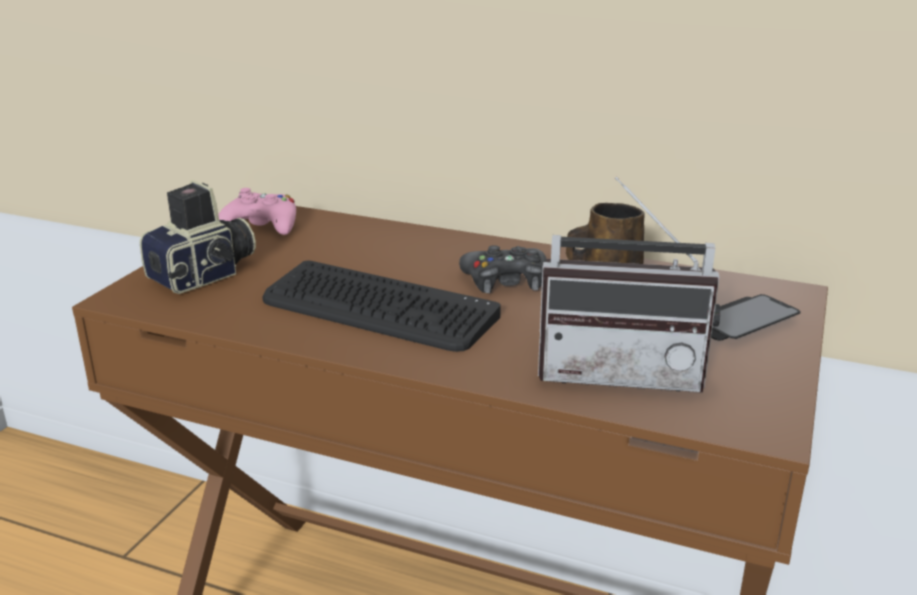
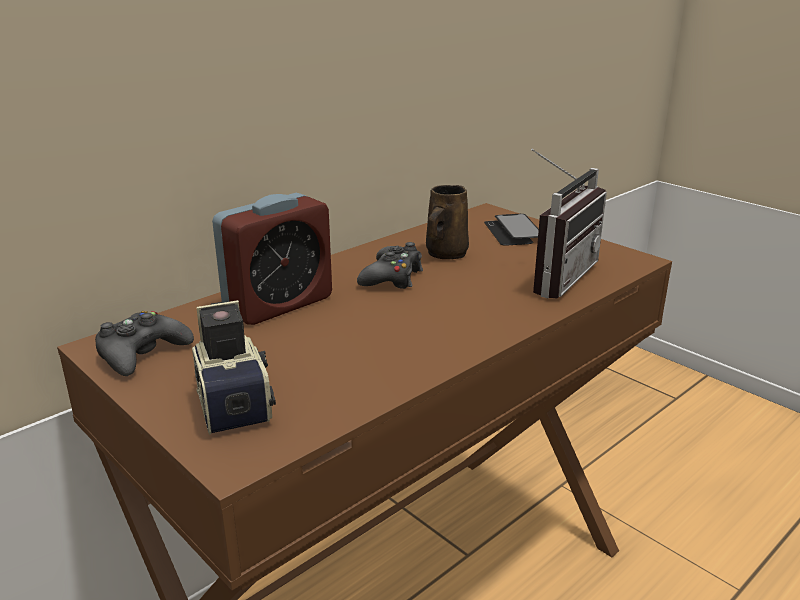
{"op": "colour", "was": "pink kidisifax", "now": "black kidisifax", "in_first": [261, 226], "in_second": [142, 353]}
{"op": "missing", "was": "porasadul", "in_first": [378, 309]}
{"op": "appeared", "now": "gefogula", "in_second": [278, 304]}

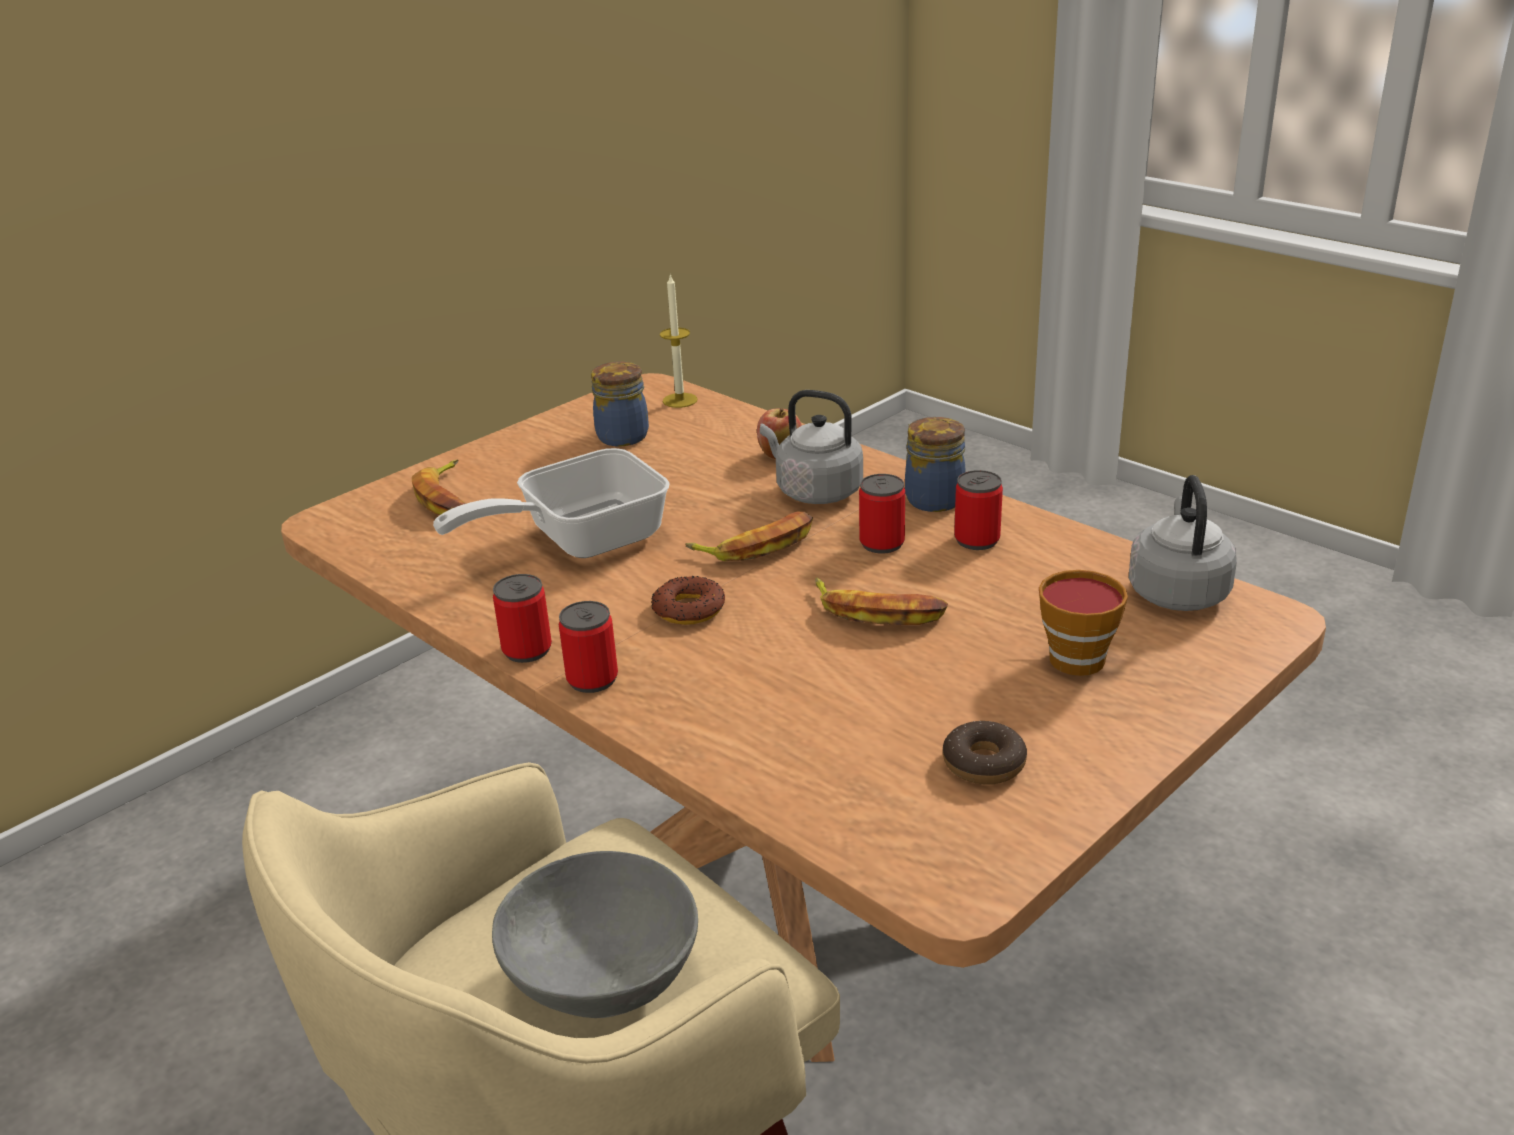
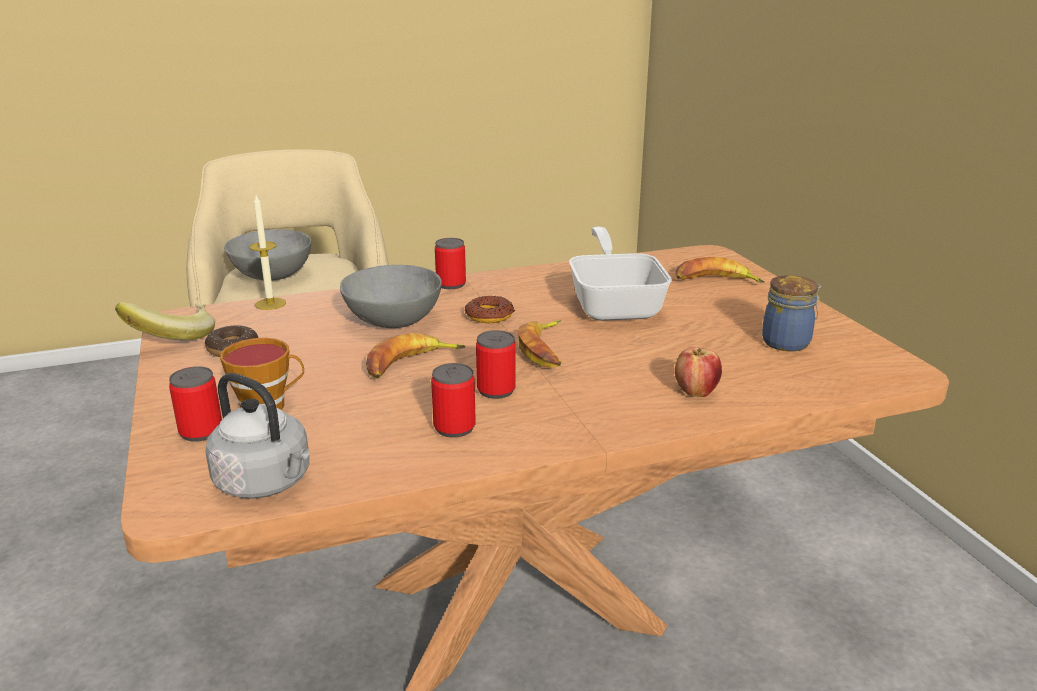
{"op": "relocated", "was": "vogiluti", "in_first": [680, 400], "in_second": [270, 304]}
{"op": "missing", "was": "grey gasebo", "in_first": [814, 491]}
{"op": "missing", "was": "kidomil", "in_first": [932, 499]}
{"op": "relocated", "was": "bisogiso", "in_first": [527, 650], "in_second": [201, 431]}
{"op": "appeared", "now": "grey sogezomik", "in_second": [393, 321]}
{"op": "appeared", "now": "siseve", "in_second": [173, 337]}

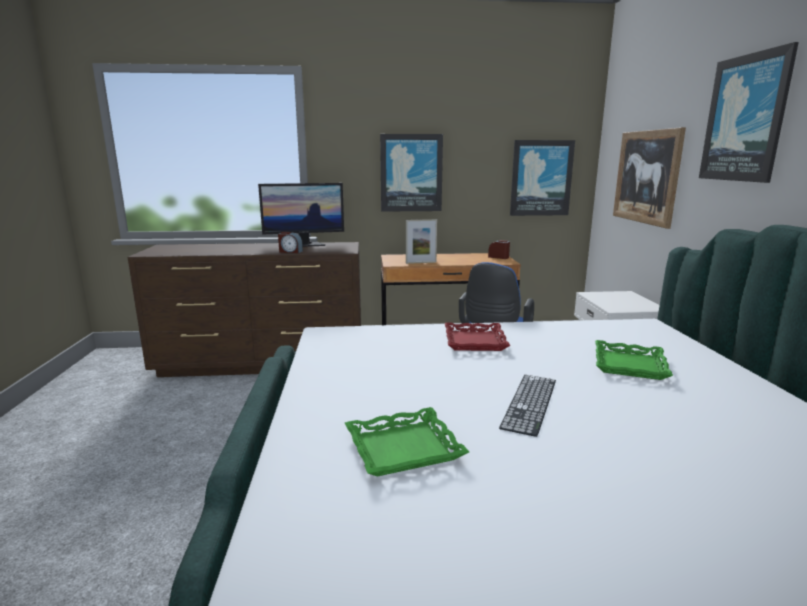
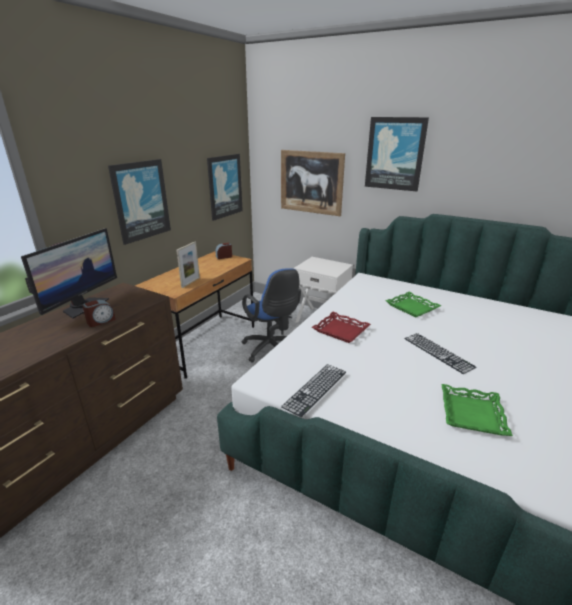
{"op": "appeared", "now": "porasadul", "in_second": [315, 388]}

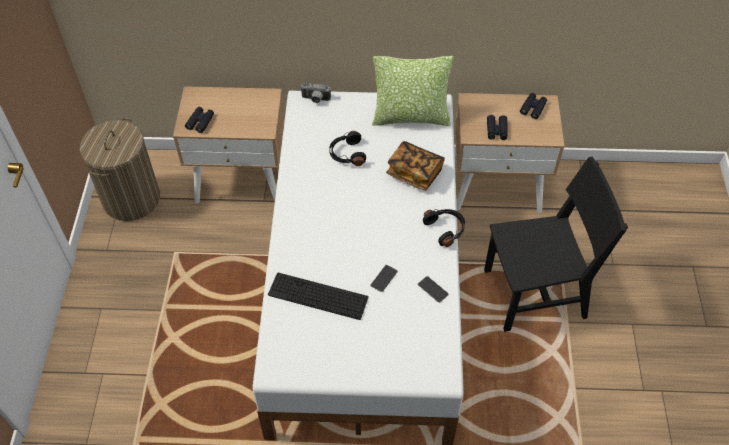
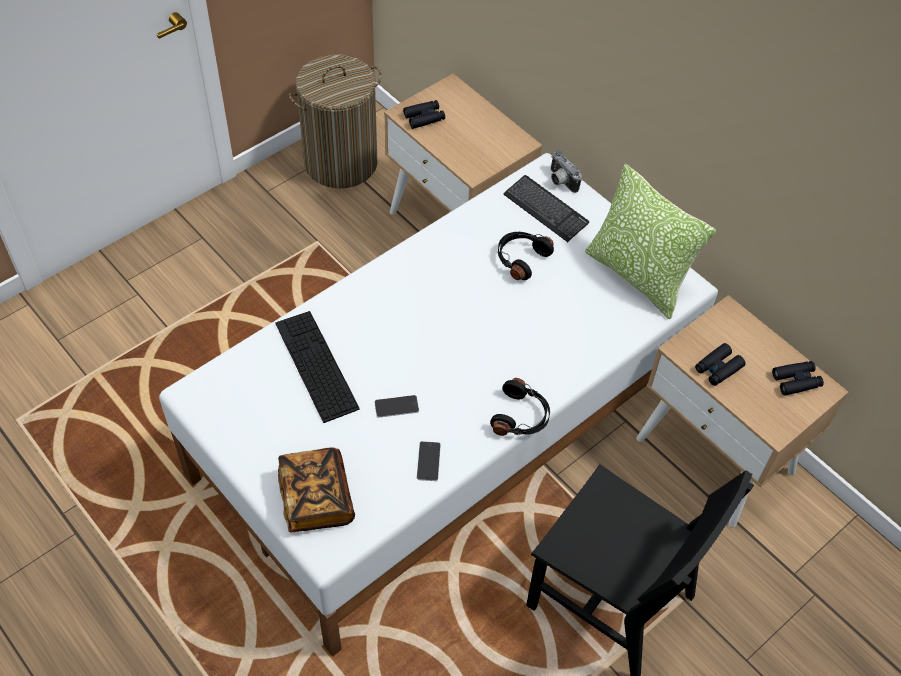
{"op": "relocated", "was": "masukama", "in_first": [414, 173], "in_second": [316, 499]}
{"op": "appeared", "now": "porasadul", "in_second": [545, 210]}

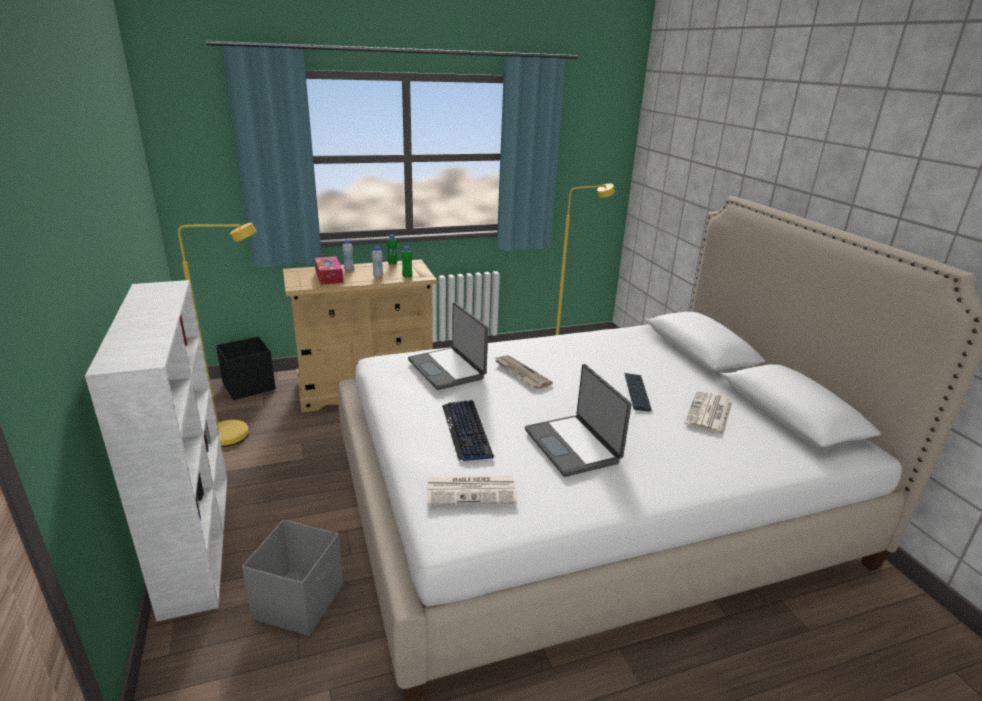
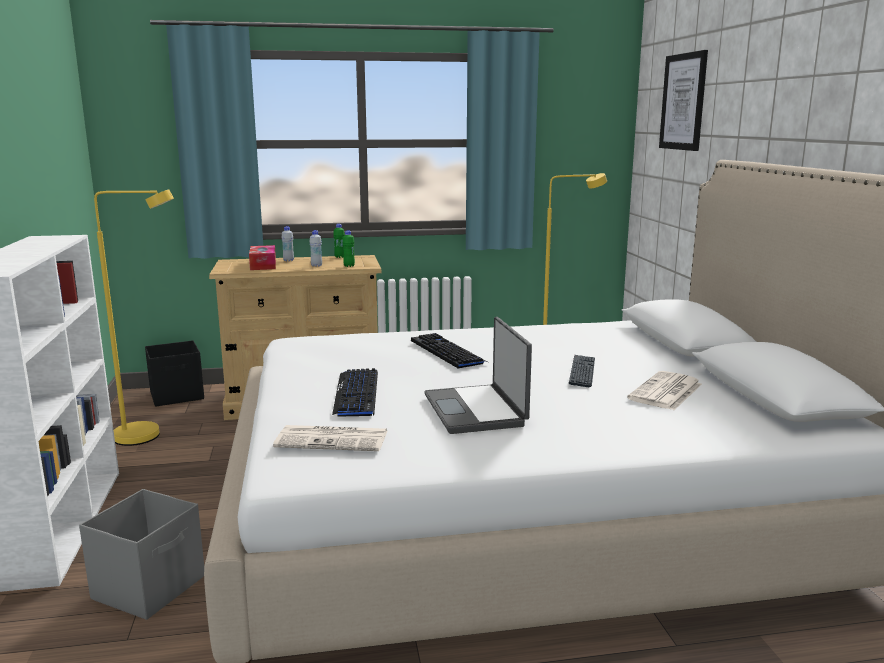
{"op": "missing", "was": "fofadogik", "in_first": [447, 369]}
{"op": "exchanged", "was": "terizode", "now": "porasadul", "in_first": [520, 373], "in_second": [447, 352]}
{"op": "appeared", "now": "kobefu", "in_second": [683, 102]}

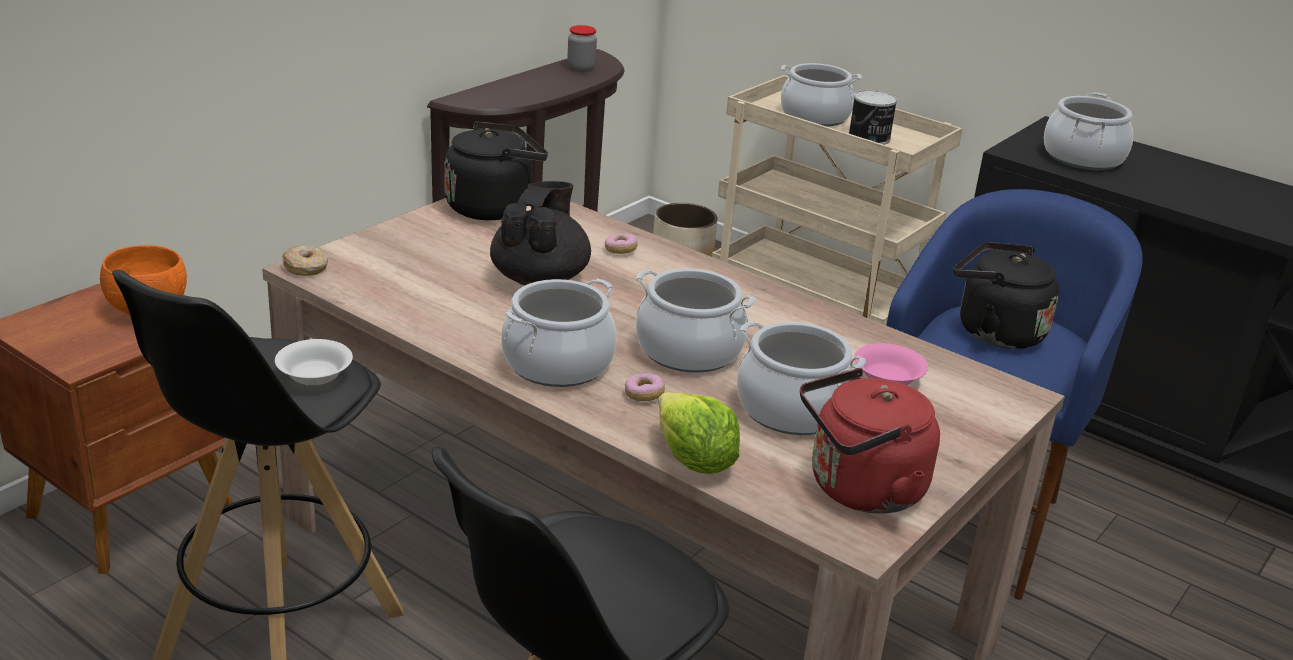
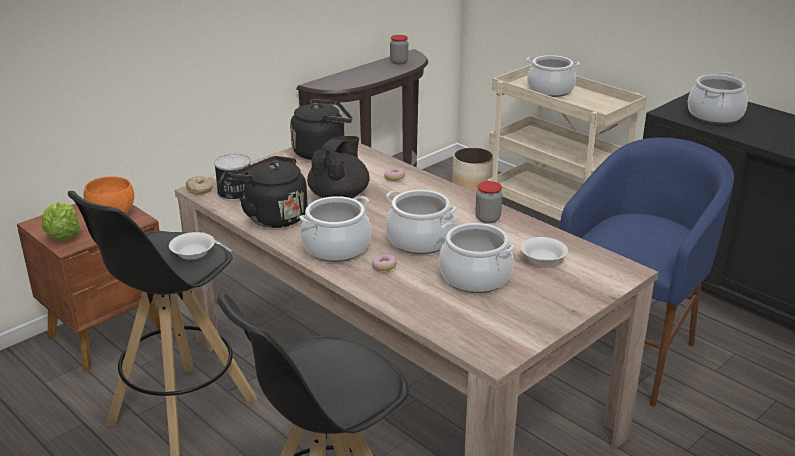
{"op": "relocated", "was": "bisogiso", "in_first": [869, 138], "in_second": [235, 193]}
{"op": "relocated", "was": "black gasebo", "in_first": [994, 332], "in_second": [273, 216]}
{"op": "colour", "was": "pink sogezomik", "now": "white sogezomik", "in_first": [887, 379], "in_second": [542, 259]}
{"op": "missing", "was": "red gasebo", "in_first": [860, 490]}
{"op": "relocated", "was": "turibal", "in_first": [693, 461], "in_second": [63, 235]}
{"op": "appeared", "now": "kidomil", "in_second": [488, 219]}

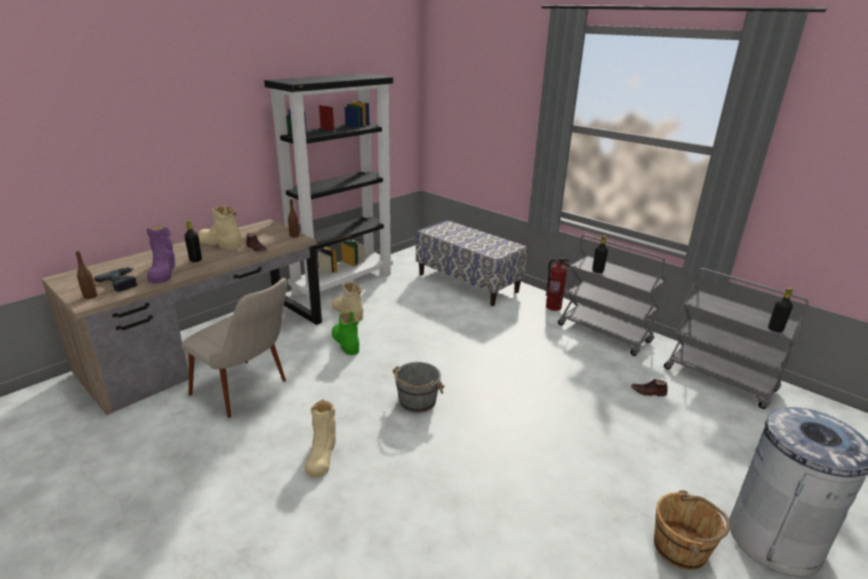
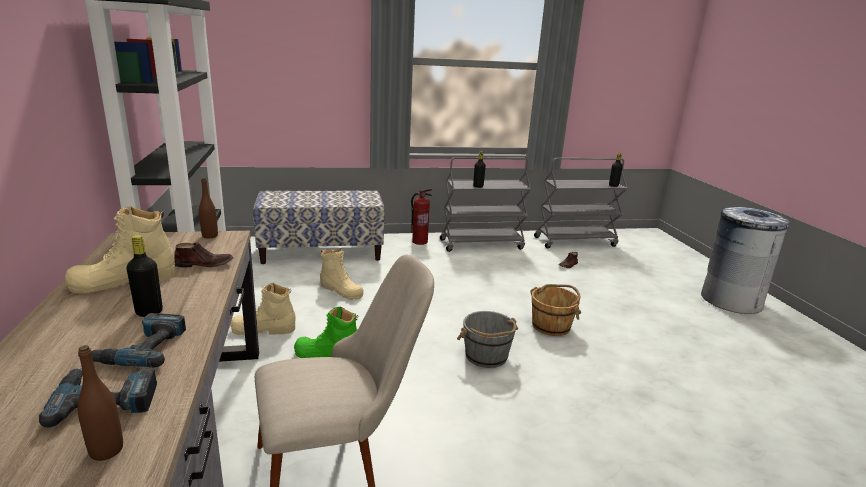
{"op": "exchanged", "was": "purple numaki", "now": "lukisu", "in_first": [163, 272], "in_second": [142, 348]}
{"op": "relocated", "was": "beige numaki", "in_first": [322, 454], "in_second": [341, 290]}
{"op": "relocated", "was": "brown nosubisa", "in_first": [681, 548], "in_second": [551, 326]}

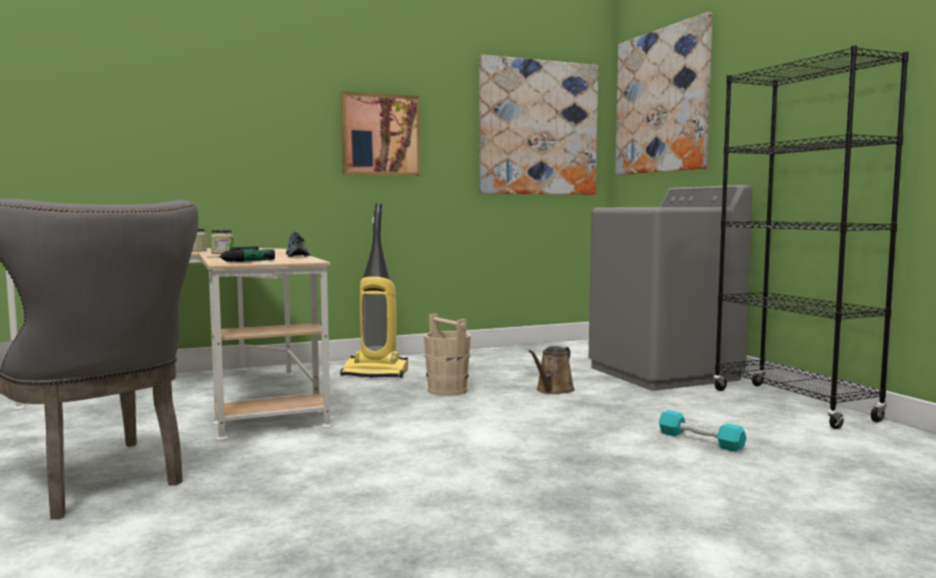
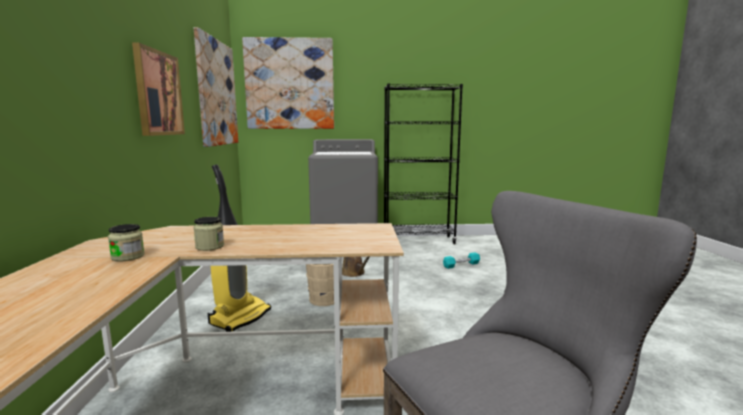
{"op": "missing", "was": "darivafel", "in_first": [297, 256]}
{"op": "missing", "was": "lukisu", "in_first": [235, 261]}

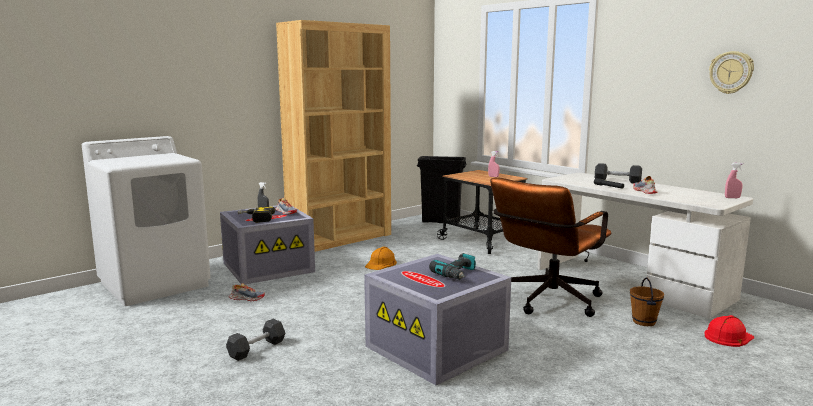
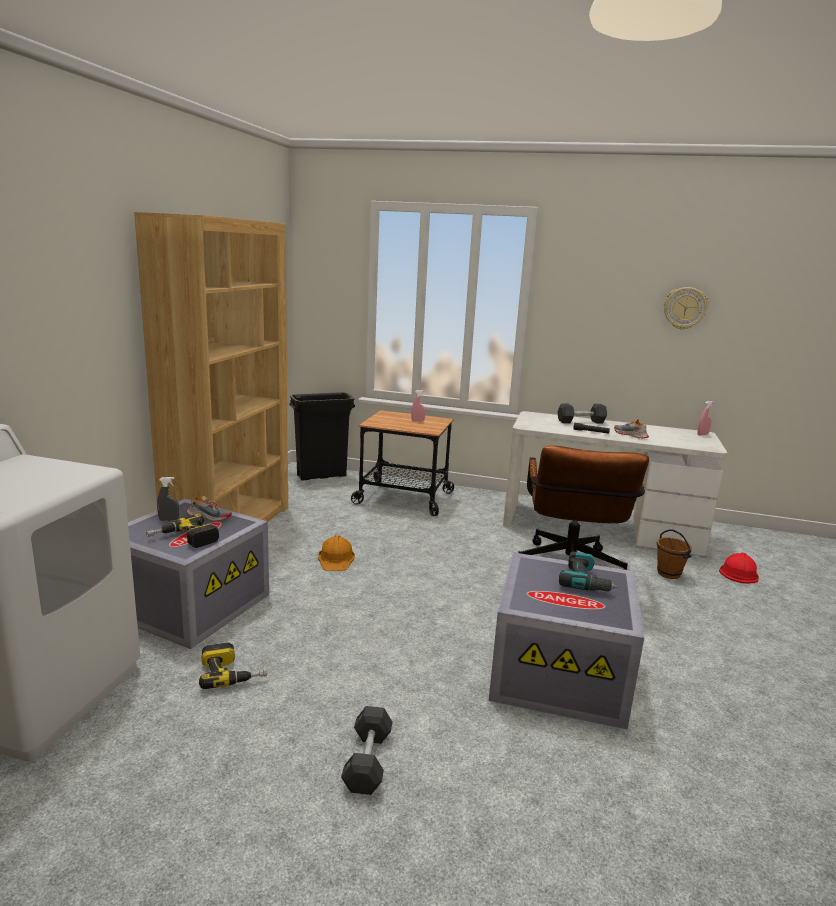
{"op": "exchanged", "was": "darivafel", "now": "lukisu", "in_first": [247, 298], "in_second": [232, 672]}

